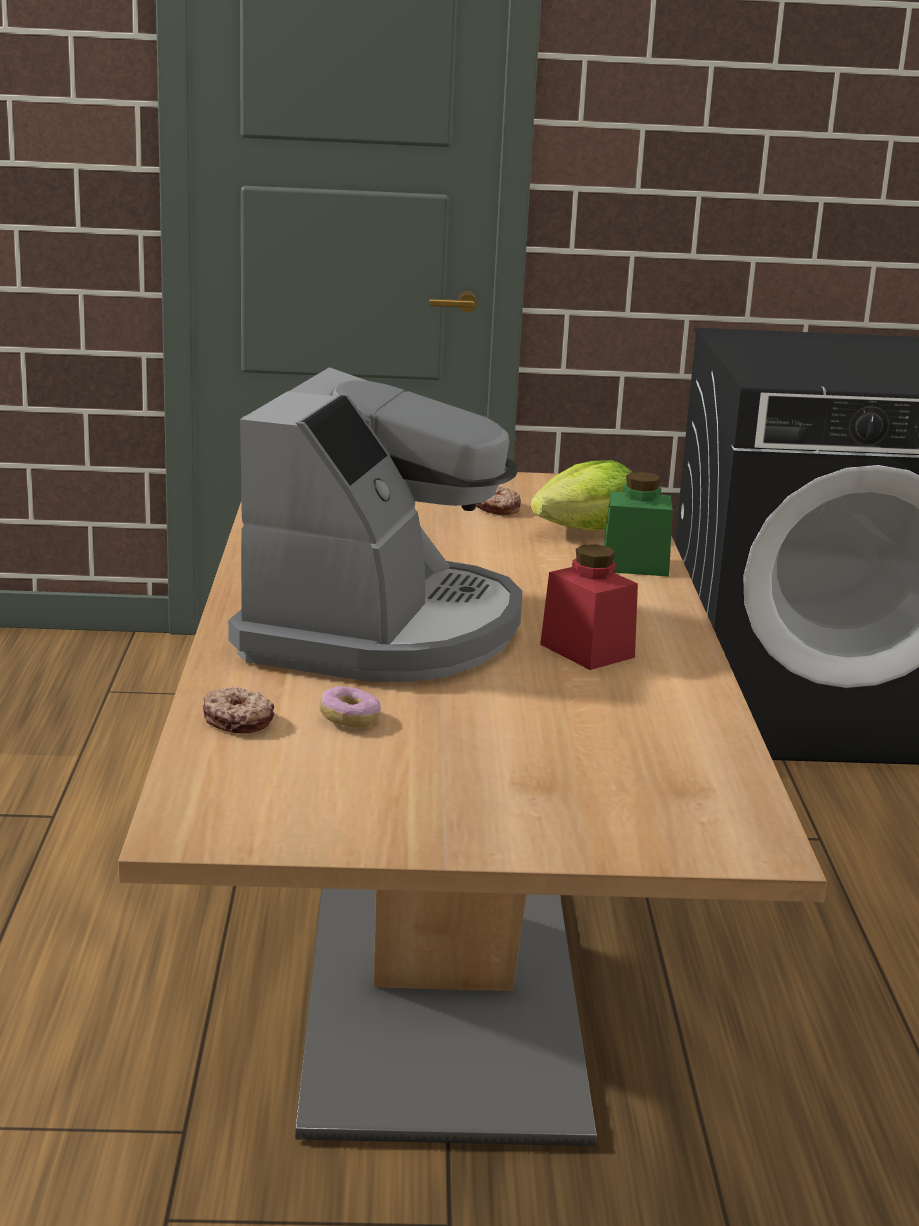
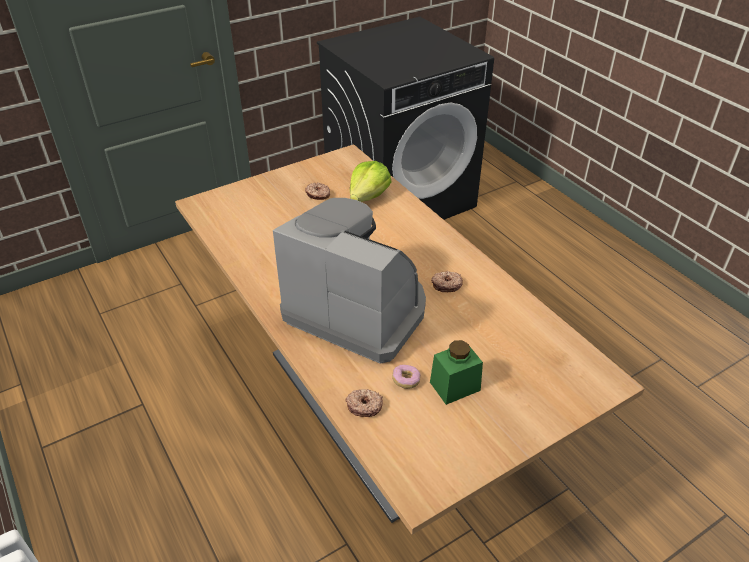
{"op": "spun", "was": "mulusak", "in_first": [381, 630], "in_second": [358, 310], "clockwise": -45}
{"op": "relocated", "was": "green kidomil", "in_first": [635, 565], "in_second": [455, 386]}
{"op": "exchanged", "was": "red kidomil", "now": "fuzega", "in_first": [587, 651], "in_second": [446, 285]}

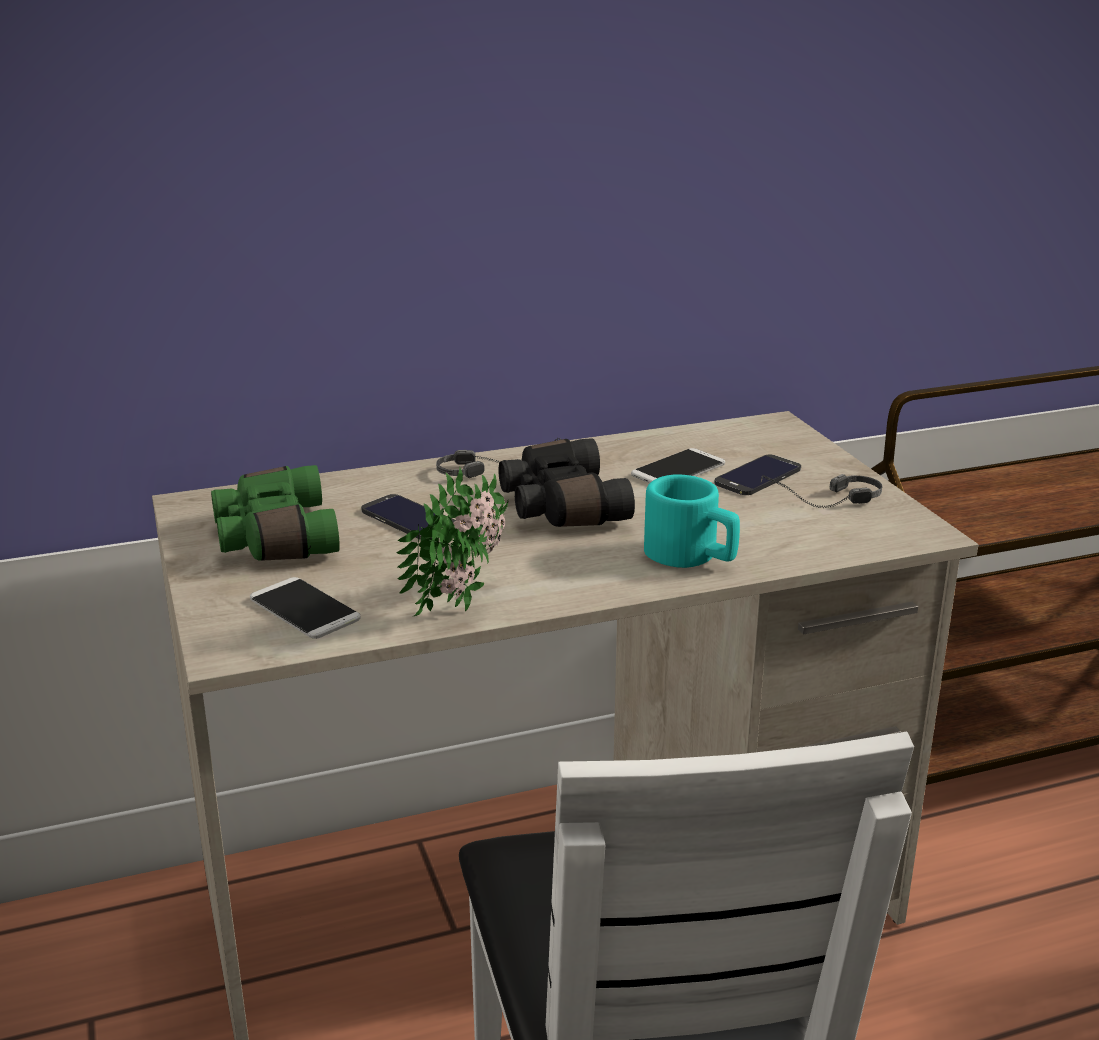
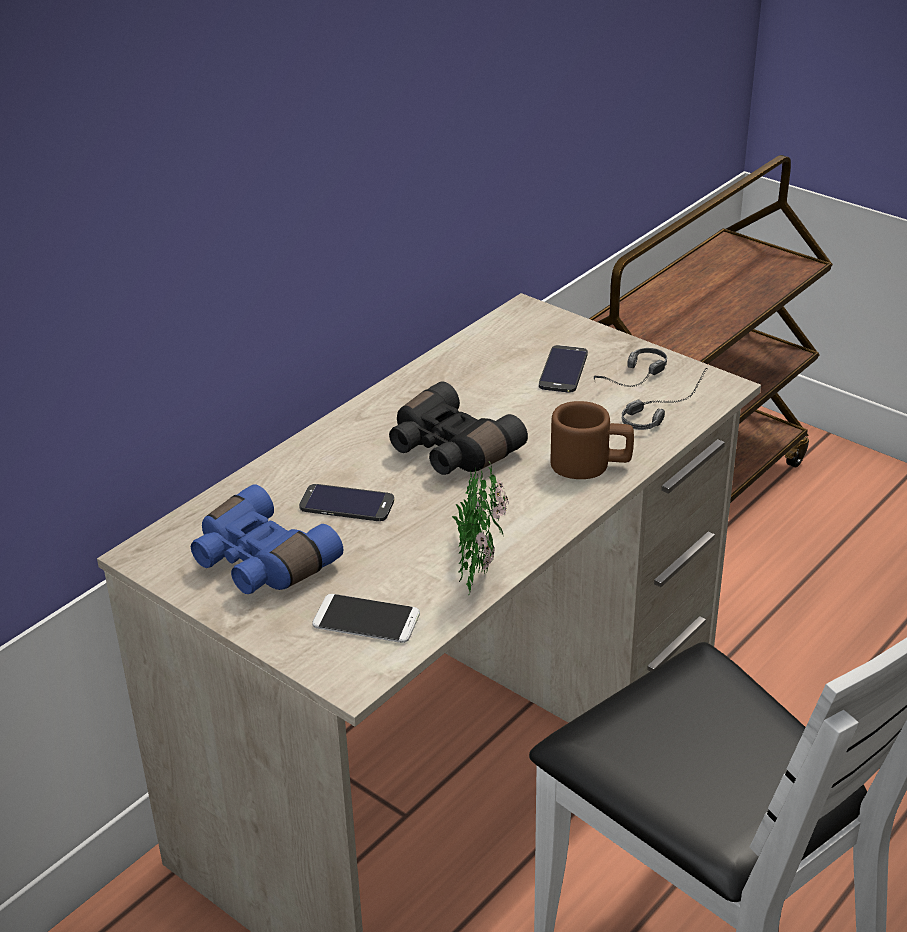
{"op": "relocated", "was": "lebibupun", "in_first": [498, 468], "in_second": [661, 408]}
{"op": "missing", "was": "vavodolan", "in_first": [678, 470]}
{"op": "colour", "was": "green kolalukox", "now": "blue kolalukox", "in_first": [273, 537], "in_second": [259, 563]}
{"op": "colour", "was": "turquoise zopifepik", "now": "brown zopifepik", "in_first": [691, 556], "in_second": [591, 464]}

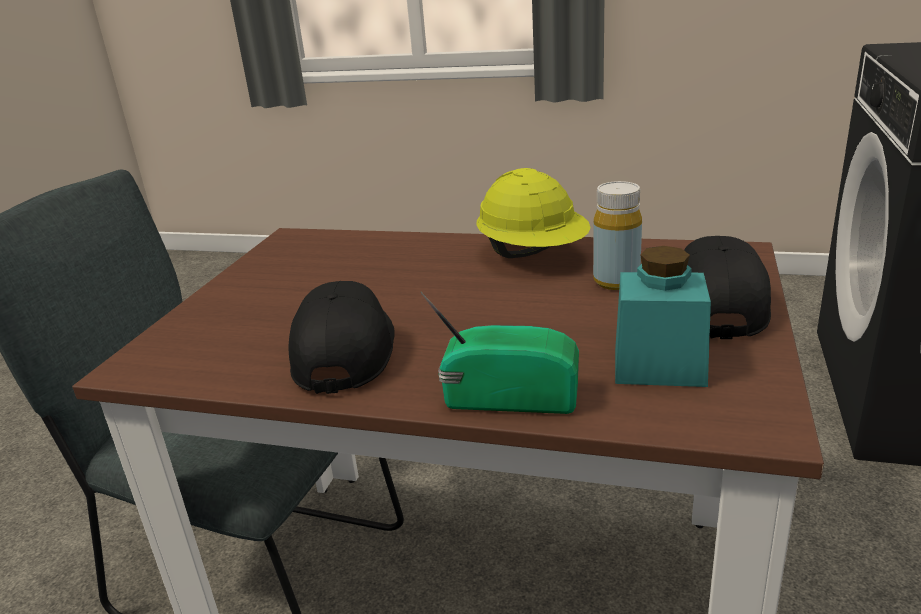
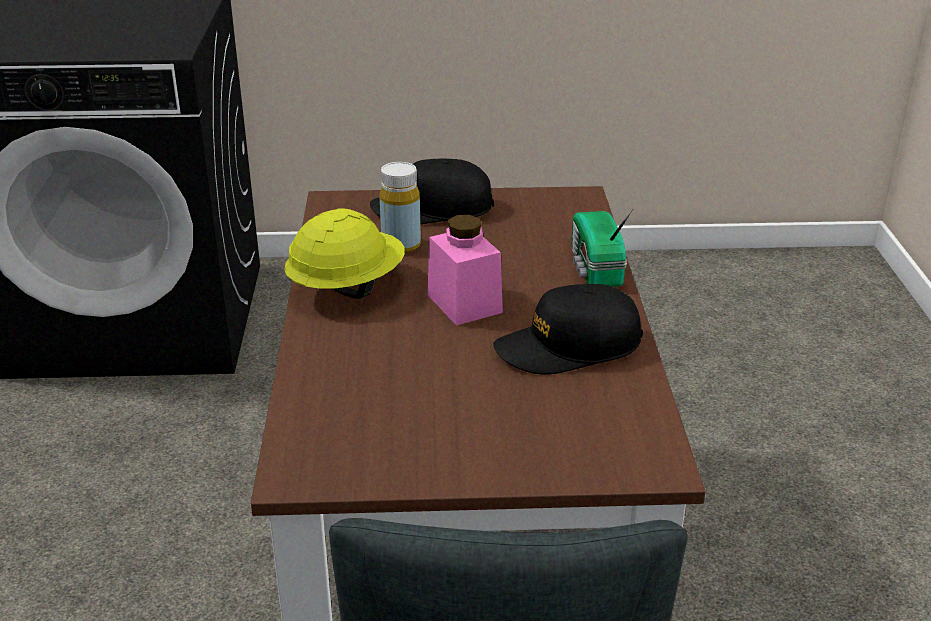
{"op": "missing", "was": "turquoise kidomil", "in_first": [659, 366]}
{"op": "appeared", "now": "pink kidomil", "in_second": [464, 303]}

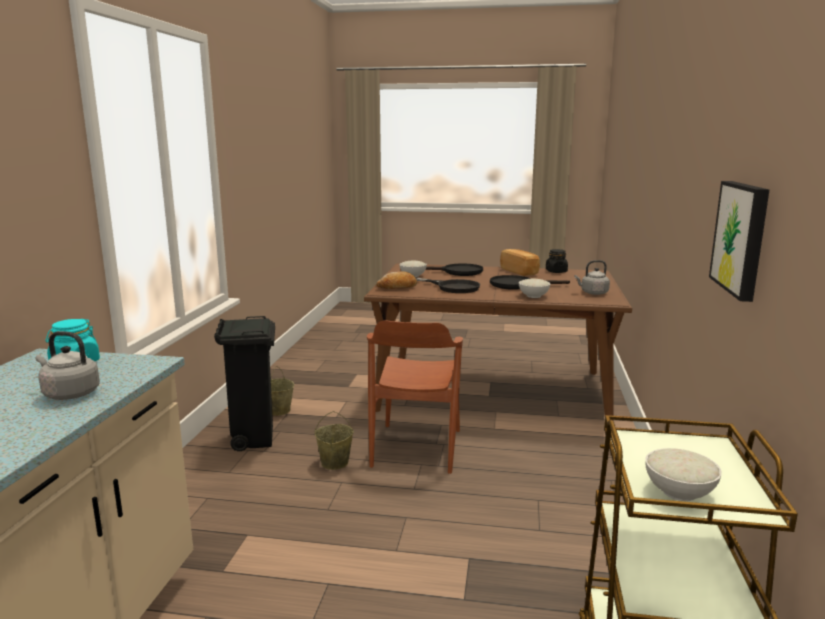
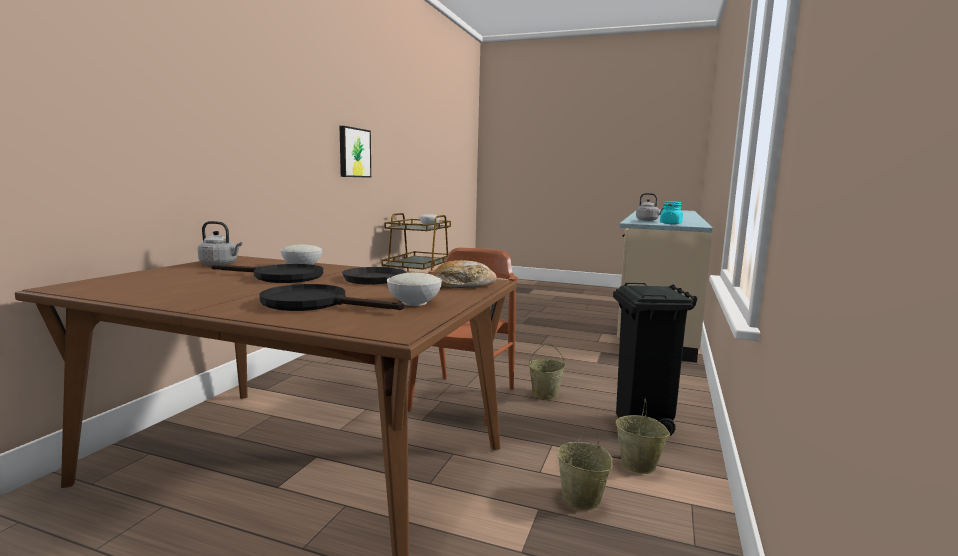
{"op": "missing", "was": "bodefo", "in_first": [520, 271]}
{"op": "missing", "was": "black kidomil", "in_first": [556, 271]}
{"op": "appeared", "now": "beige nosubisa", "in_second": [582, 499]}

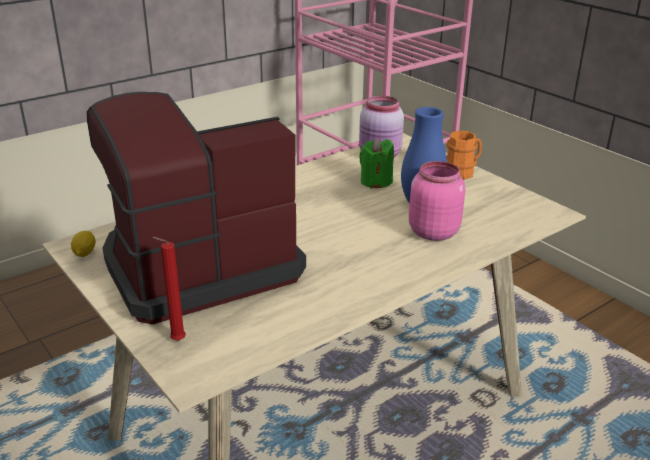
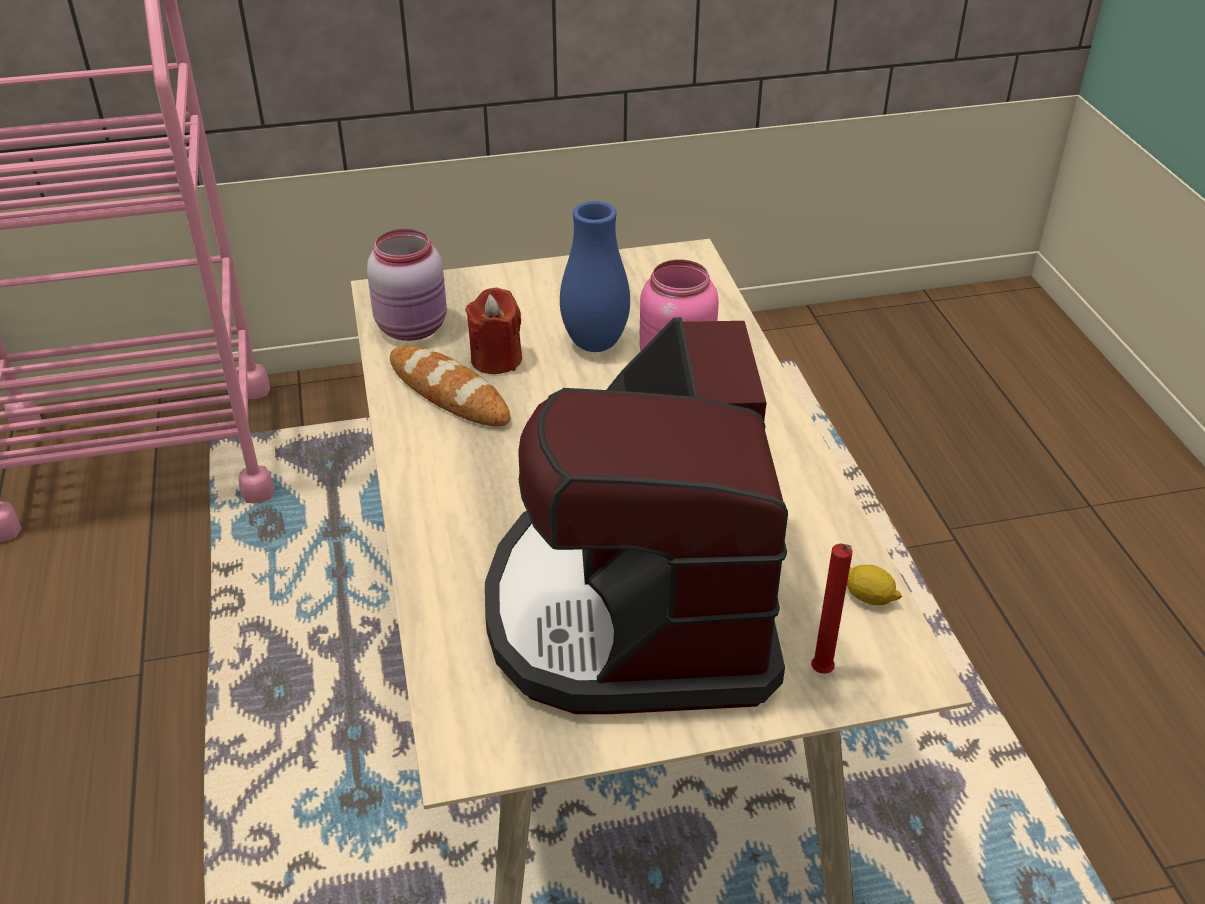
{"op": "missing", "was": "orange zopifepik", "in_first": [462, 172]}
{"op": "colour", "was": "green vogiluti", "now": "red vogiluti", "in_first": [376, 182], "in_second": [496, 359]}
{"op": "relocated", "was": "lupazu", "in_first": [85, 253], "in_second": [868, 597]}
{"op": "appeared", "now": "bodefo", "in_second": [449, 393]}

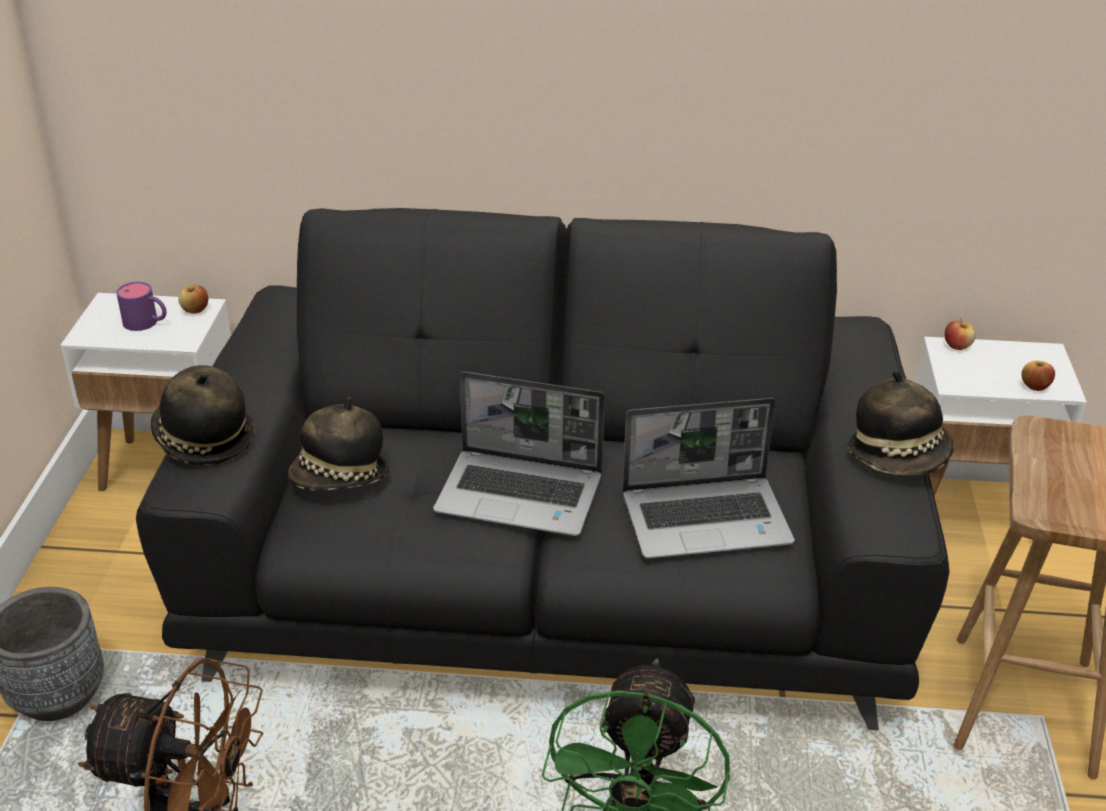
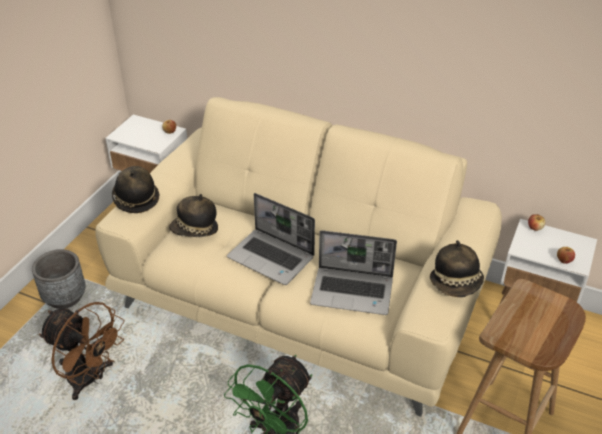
{"op": "colour", "was": "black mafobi", "now": "beige mafobi", "in_first": [552, 578], "in_second": [301, 297]}
{"op": "missing", "was": "purple zopifepik", "in_first": [147, 323]}

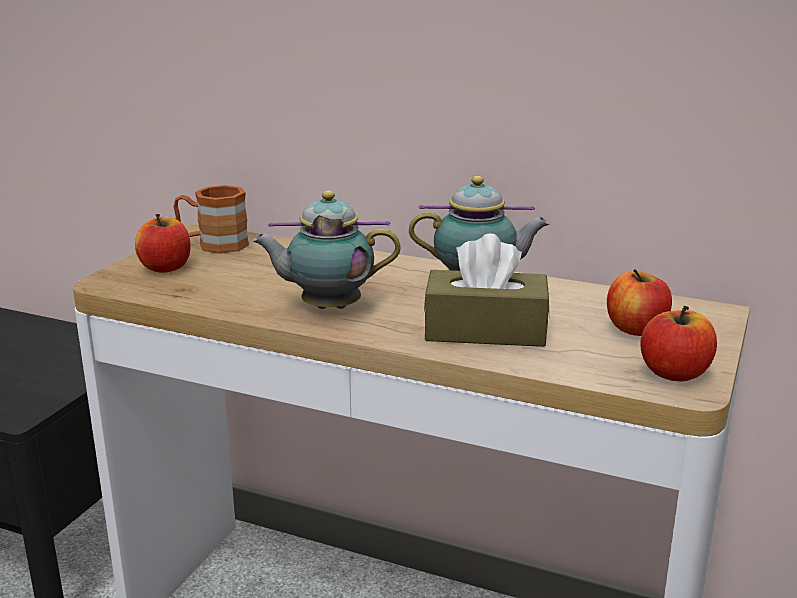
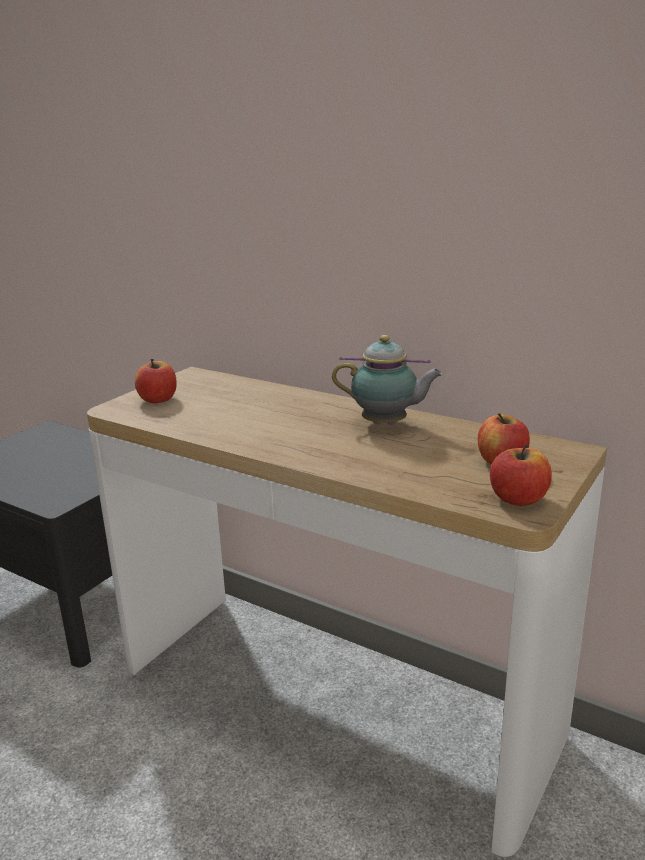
{"op": "missing", "was": "brown zopifepik", "in_first": [213, 244]}
{"op": "missing", "was": "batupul", "in_first": [327, 308]}
{"op": "missing", "was": "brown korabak", "in_first": [485, 330]}

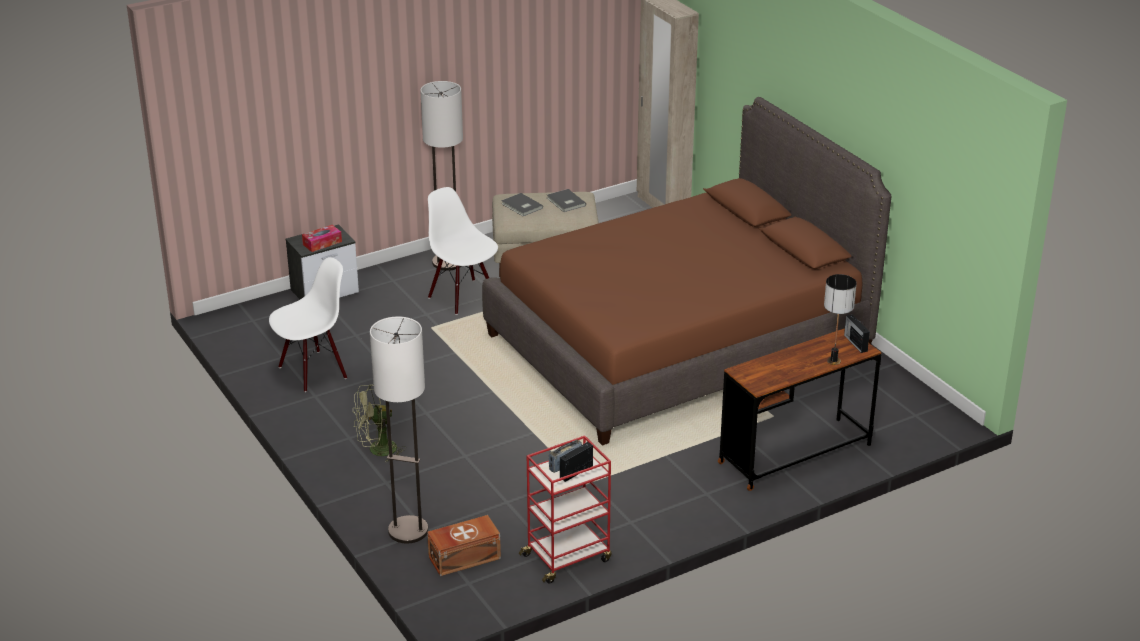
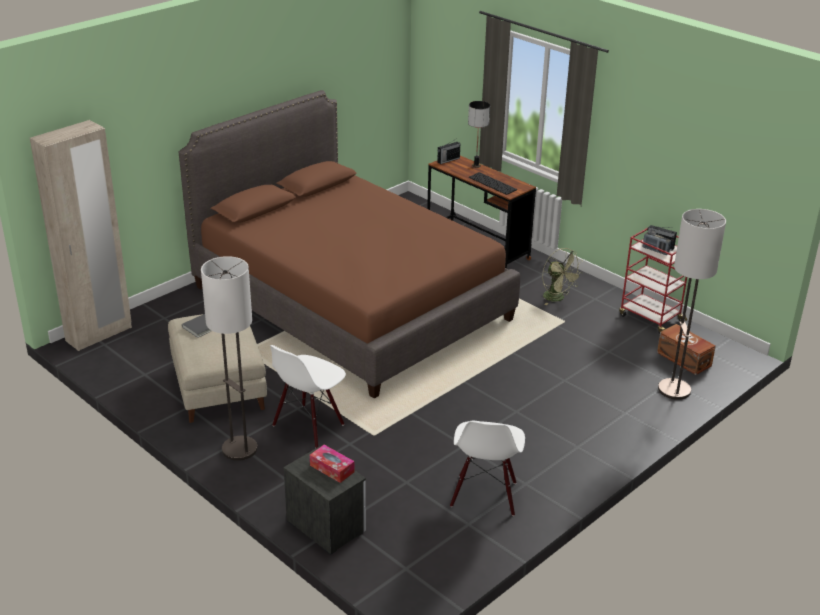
{"op": "missing", "was": "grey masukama", "in_first": [521, 206]}
{"op": "spun", "was": "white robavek", "in_first": [313, 371], "in_second": [485, 495], "clockwise": -120}
{"op": "relocated", "was": "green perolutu", "in_first": [377, 451], "in_second": [557, 298]}
{"op": "appeared", "now": "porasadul", "in_second": [493, 183]}

